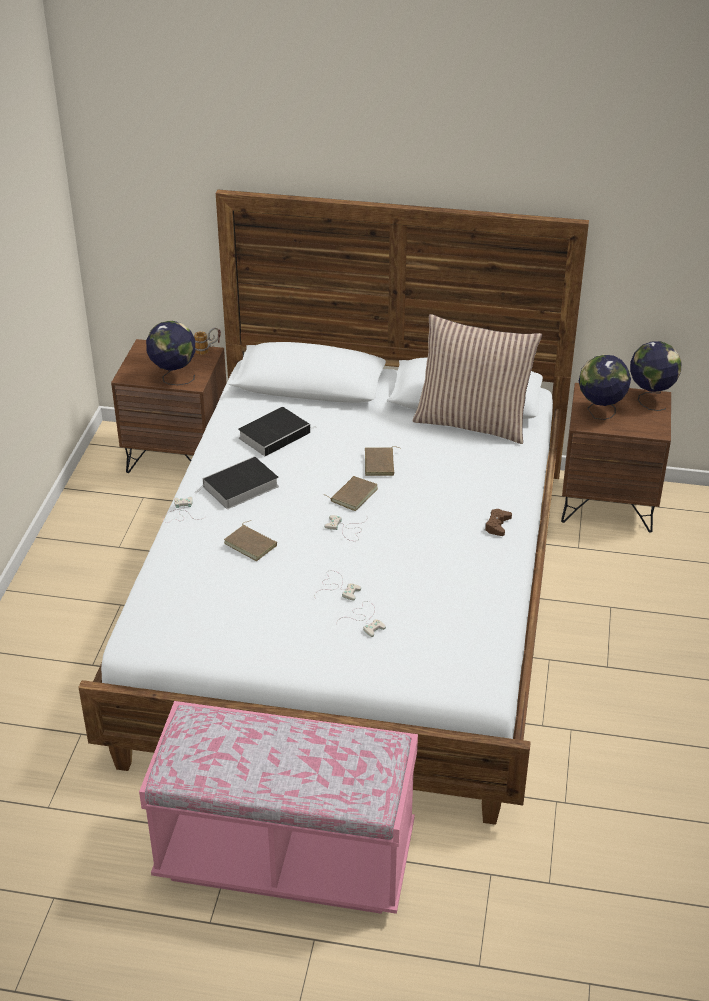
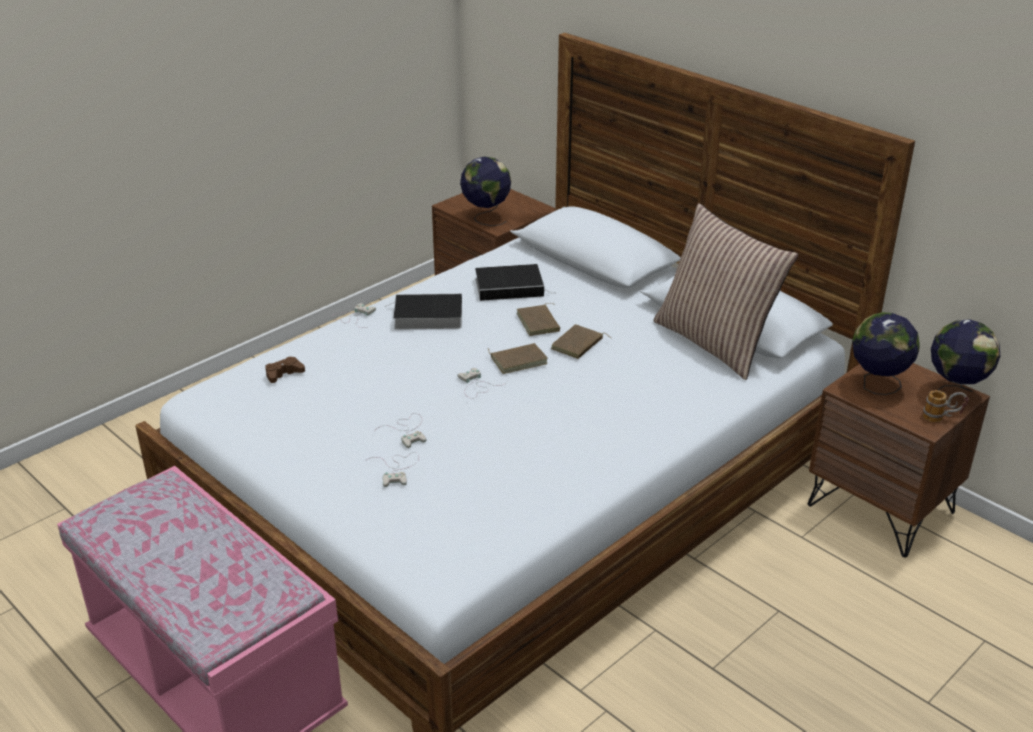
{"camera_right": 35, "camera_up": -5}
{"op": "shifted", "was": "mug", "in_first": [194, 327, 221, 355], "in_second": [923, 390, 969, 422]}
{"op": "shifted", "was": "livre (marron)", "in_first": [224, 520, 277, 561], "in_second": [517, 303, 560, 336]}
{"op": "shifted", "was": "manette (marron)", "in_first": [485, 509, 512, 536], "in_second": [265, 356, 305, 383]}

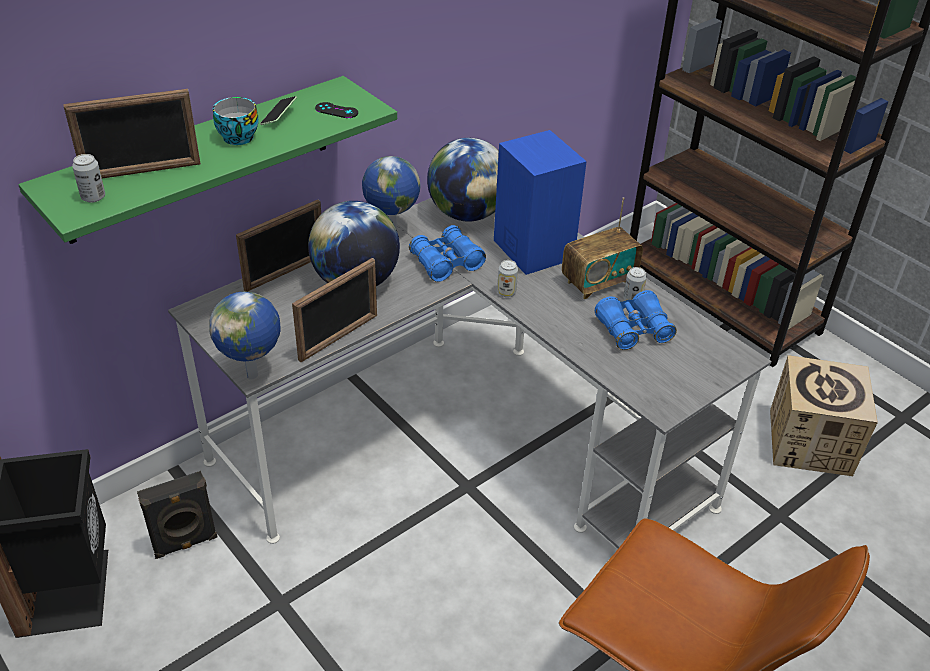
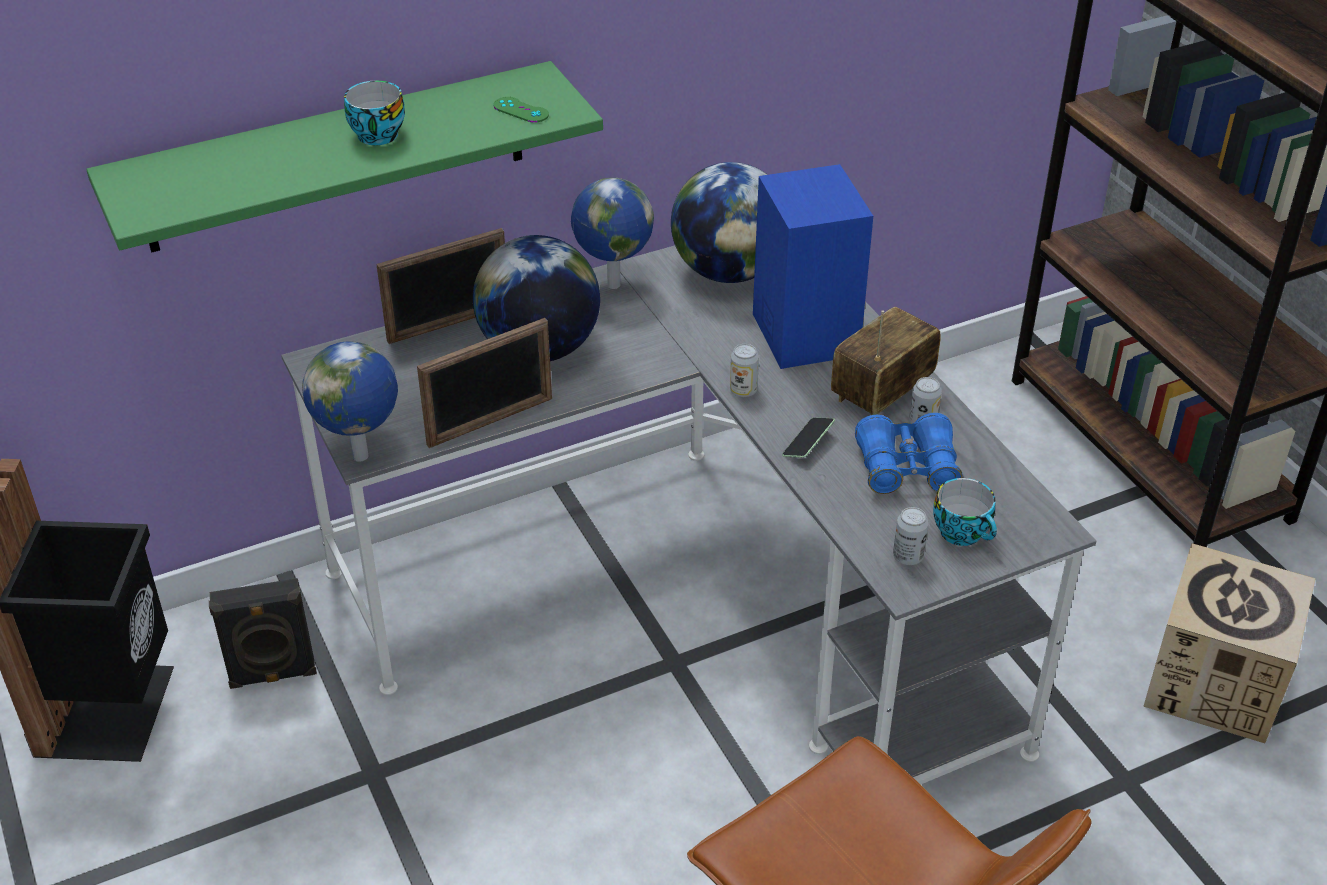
{"camera_right": 15, "camera_up": 0}
{"op": "gone", "was": "cadre photo", "in_first": [63, 89, 201, 178]}
{"op": "shifted", "was": "boîte métallique", "in_first": [72, 154, 105, 203], "in_second": [893, 507, 929, 565]}
{"op": "shifted", "was": "téléphone", "in_first": [260, 96, 297, 125], "in_second": [782, 417, 835, 458]}
{"op": "repainted", "was": "manette (noir)", "now": "manette (vert)", "in_first": [315, 102, 358, 118], "in_second": [493, 97, 549, 123]}
{"op": "gone", "was": "jumelles (bleu)", "in_first": [409, 225, 486, 282]}
{"op": "rotated", "was": "radio", "in_first": [562, 197, 643, 299], "in_second": [831, 307, 941, 415], "clockwise": 150}
{"op": "new", "now": "tasse", "in_second": [933, 478, 997, 546]}

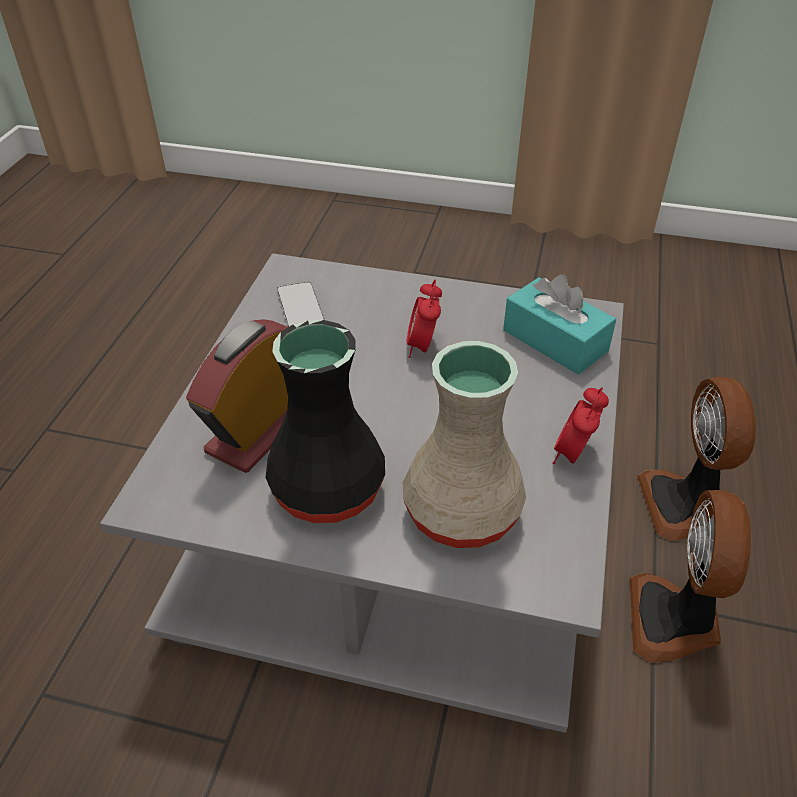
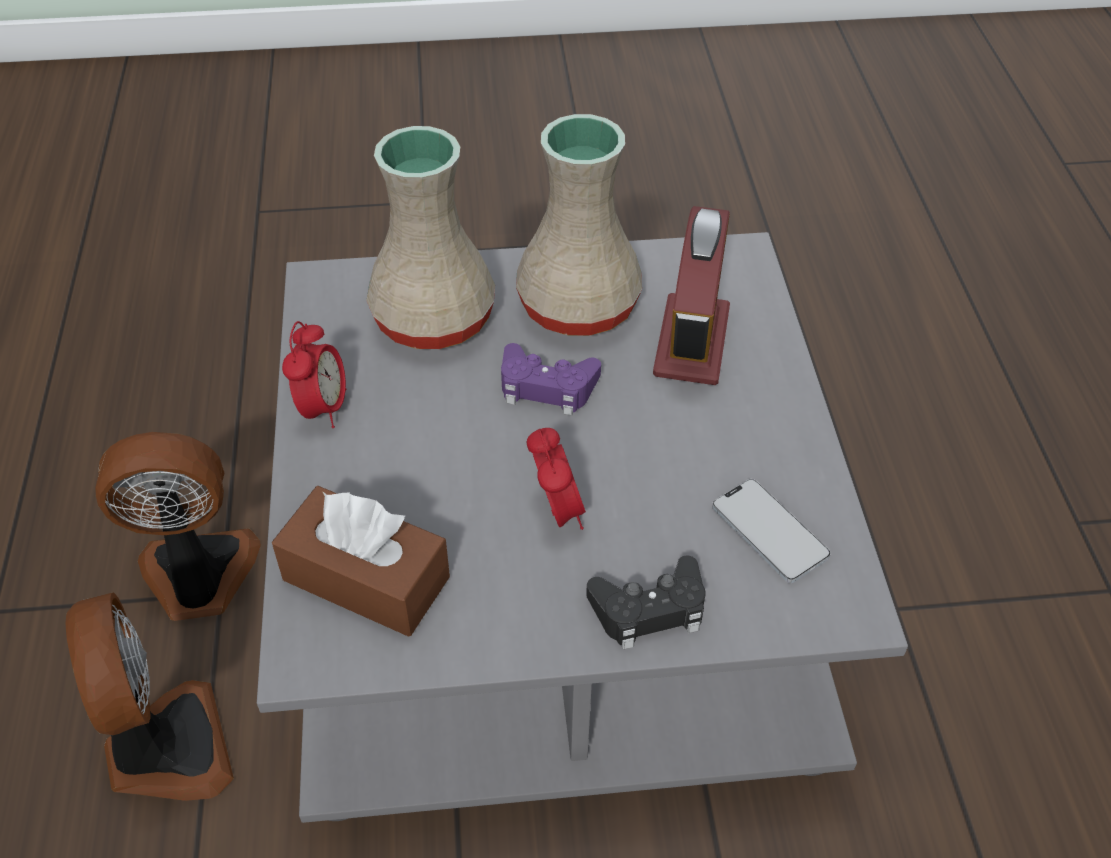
{"camera_right": 160, "camera_up": 5}
{"op": "repainted", "was": "vase (noir)", "now": "vase (beige)", "in_first": [265, 320, 385, 523], "in_second": [516, 114, 642, 336]}
{"op": "repainted", "was": "boîte à mouchoirs (turquoise)", "now": "boîte à mouchoirs (marron)", "in_first": [503, 274, 616, 374], "in_second": [272, 486, 450, 637]}
{"op": "rotated", "was": "ventilateur", "in_first": [630, 490, 751, 663], "in_second": [95, 432, 261, 621], "clockwise": -90}
{"op": "new", "now": "manette (violet)", "in_second": [501, 343, 601, 416]}
{"op": "new", "now": "manette (noir)", "in_second": [586, 556, 706, 649]}

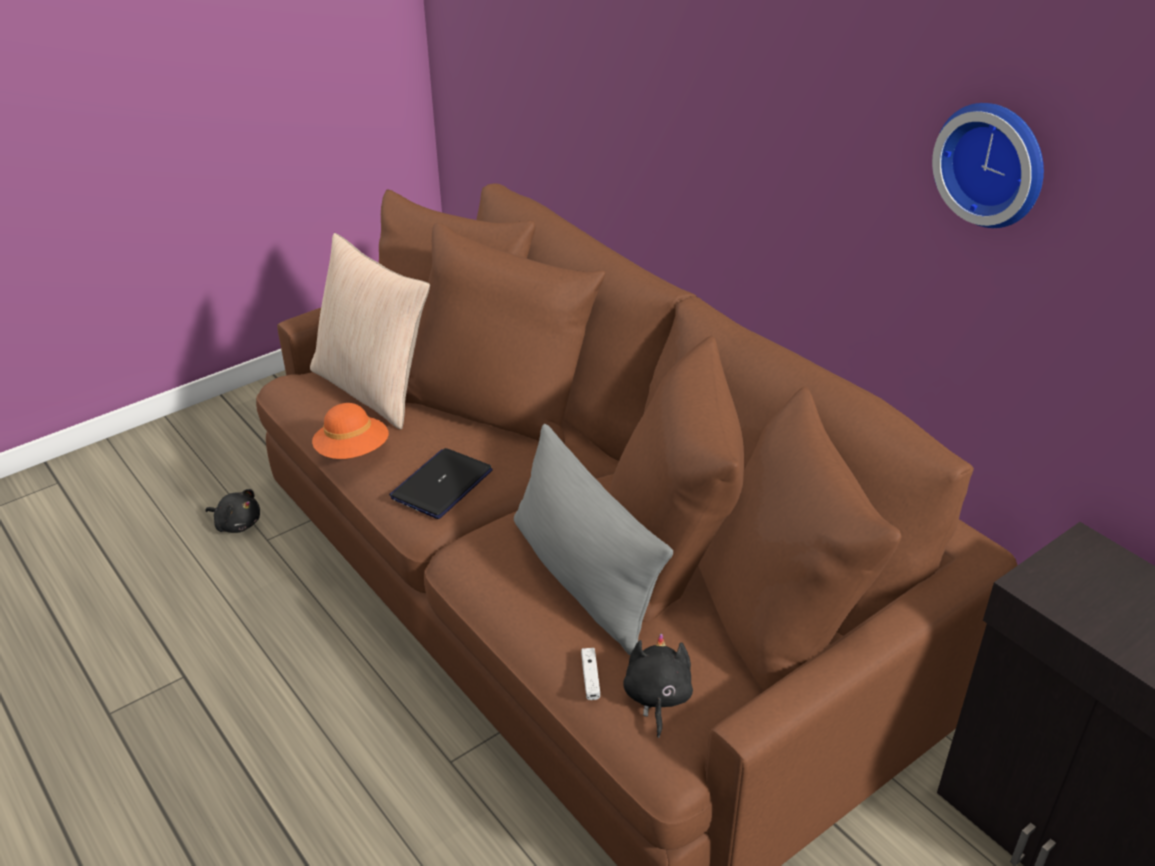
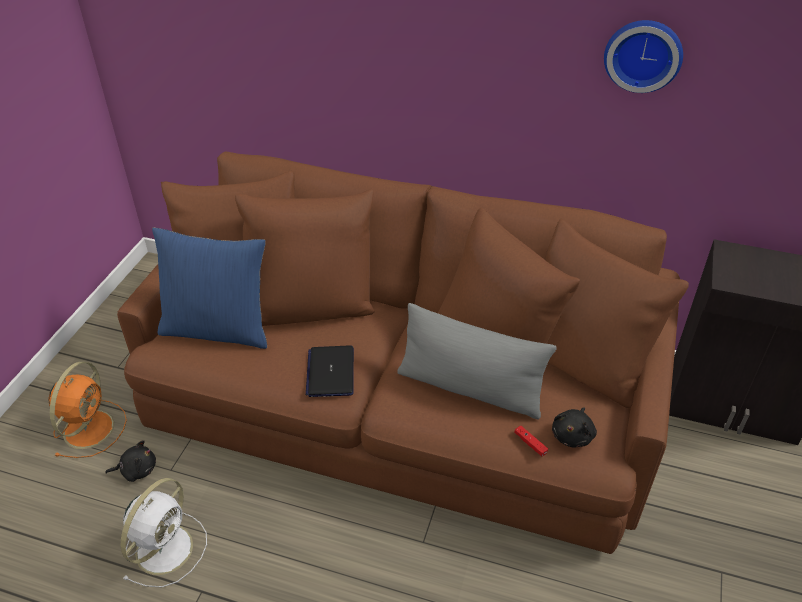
{"camera_right": -35, "camera_up": 5}
{"op": "repainted", "was": "coussin (beige)", "now": "coussin (bleu)", "in_first": [310, 233, 430, 430], "in_second": [152, 227, 267, 349]}
{"op": "gone", "was": "chapeau (orange)", "in_first": [312, 403, 389, 459]}
{"op": "repainted", "was": "manette (blanc)", "now": "manette (rouge)", "in_first": [581, 648, 600, 700], "in_second": [514, 426, 548, 456]}
{"op": "rotated", "was": "peluche (noir)", "in_first": [623, 633, 693, 738], "in_second": [552, 407, 597, 448], "clockwise": -120}
{"op": "new", "now": "ventilateur (orange)", "in_second": [48, 361, 127, 458]}
{"op": "new", "now": "ventilateur (blanc)", "in_second": [121, 478, 207, 587]}

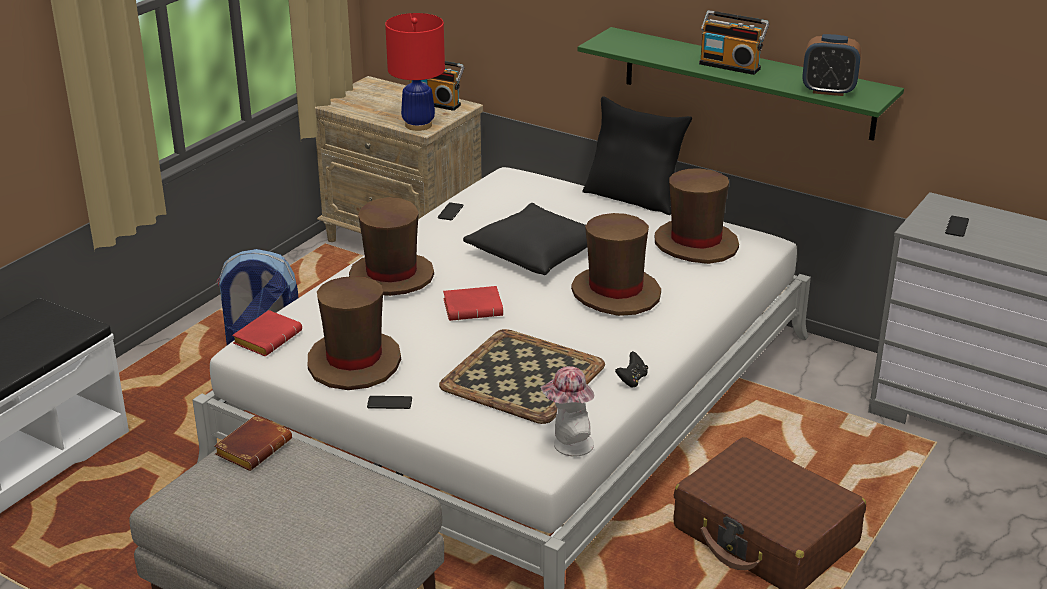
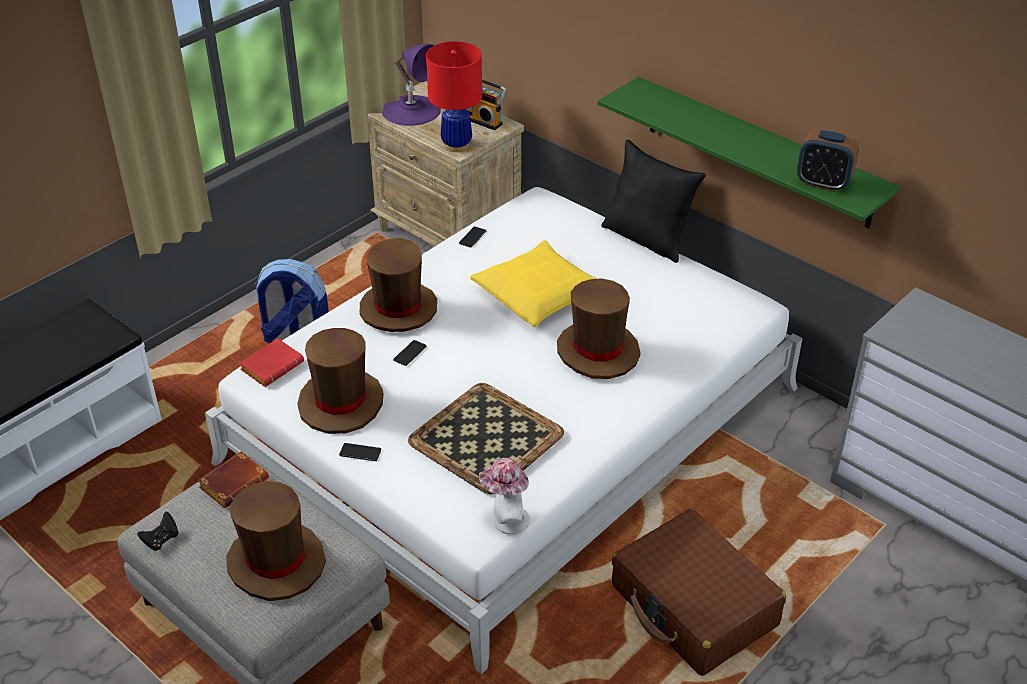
{"camera_right": 10, "camera_up": 10}
{"op": "gone", "was": "livre (rouge)", "in_first": [443, 286, 503, 321]}
{"op": "repainted", "was": "coussin (noir)", "now": "coussin (jaune)", "in_first": [463, 203, 587, 275], "in_second": [470, 240, 597, 327]}
{"op": "shifted", "was": "manette (noir)", "in_first": [615, 351, 648, 388], "in_second": [138, 512, 178, 551]}
{"op": "shifted", "was": "chapeau (marron)", "in_first": [655, 168, 739, 264], "in_second": [226, 481, 326, 601]}
{"op": "gone", "was": "radio", "in_first": [699, 10, 769, 75]}
{"op": "shifted", "was": "téléphone", "in_first": [945, 216, 969, 237], "in_second": [393, 340, 427, 366]}
{"op": "new", "now": "lampe de table (violet)", "in_second": [382, 44, 441, 126]}

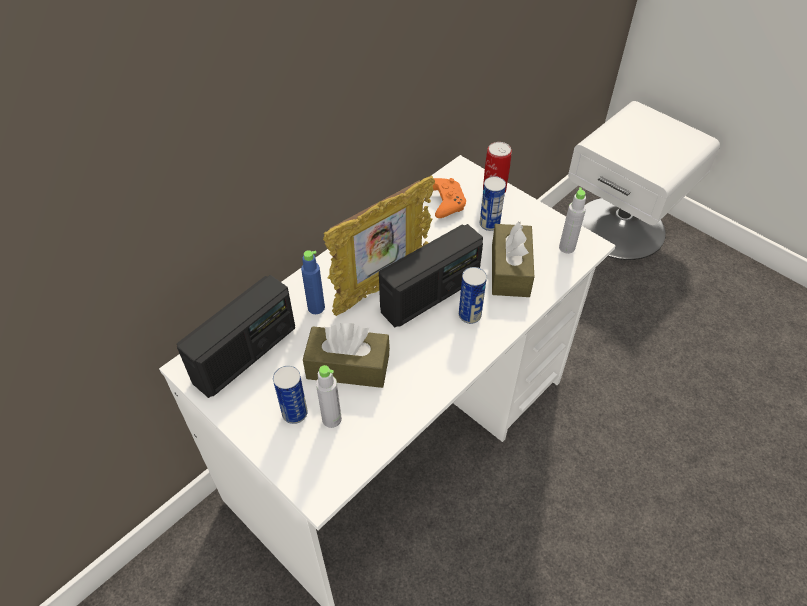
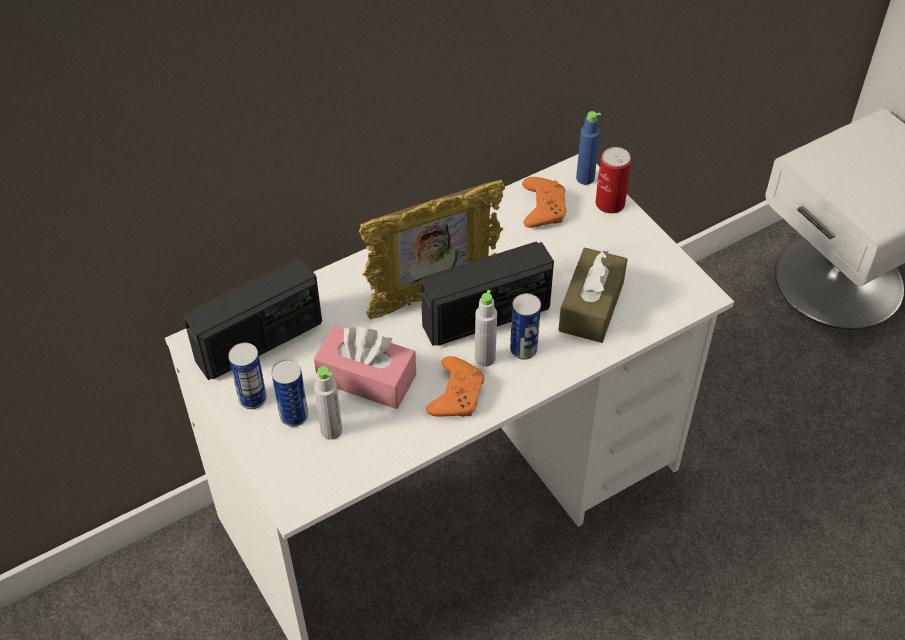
{"camera_right": 15, "camera_up": 0}
{"op": "shifted", "was": "bouteille (bleu)", "in_first": [301, 250, 325, 314], "in_second": [576, 111, 601, 185]}
{"op": "repainted", "was": "boîte à mouchoirs (marron)", "now": "boîte à mouchoirs (rose)", "in_first": [303, 323, 390, 388], "in_second": [314, 325, 416, 409]}
{"op": "shifted", "was": "boîte métallique", "in_first": [480, 176, 506, 231], "in_second": [228, 343, 267, 409]}
{"op": "shifted", "was": "bouteille (gris)", "in_first": [559, 188, 586, 254], "in_second": [475, 290, 497, 367]}
{"op": "new", "now": "manette (orange)", "in_second": [426, 356, 485, 417]}

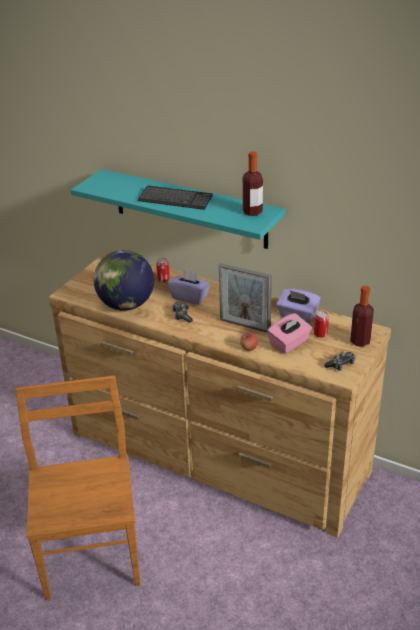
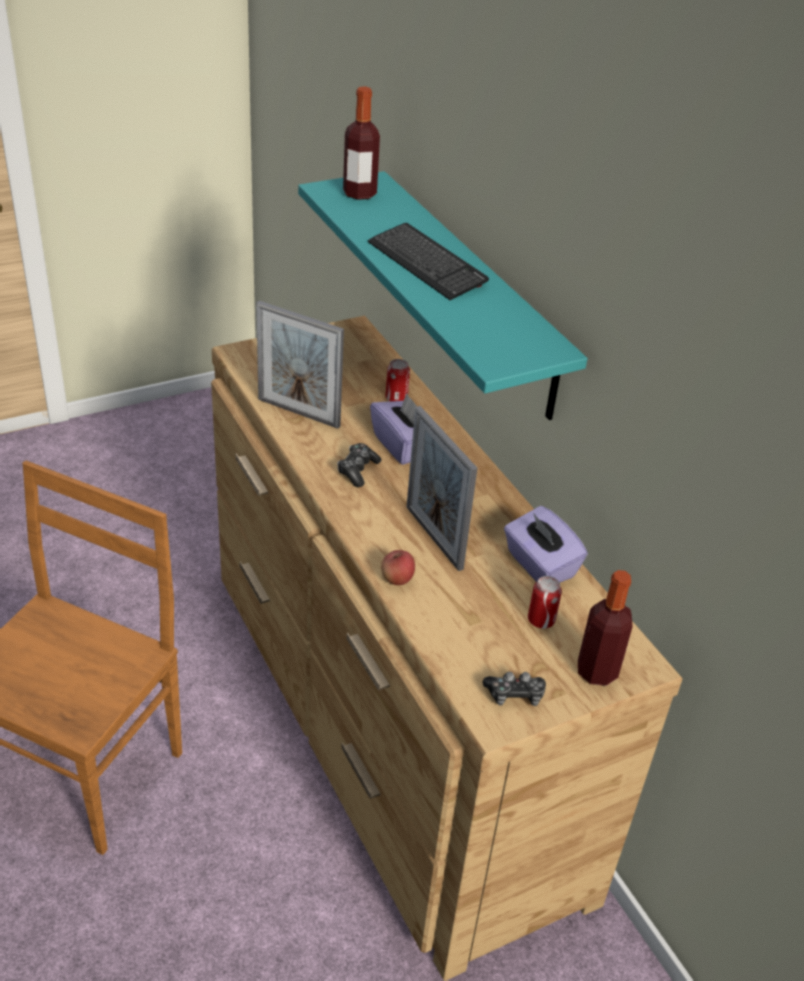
{"camera_right": 30, "camera_up": 5}
{"op": "swapped", "was": "globe", "now": "cadre photo", "in_first": [93, 250, 154, 311], "in_second": [256, 301, 344, 429]}
{"op": "shifted", "was": "bouteille", "in_first": [243, 151, 263, 216], "in_second": [343, 87, 380, 200]}
{"op": "gone", "was": "boîte à mouchoirs (rose)", "in_first": [267, 313, 312, 354]}

